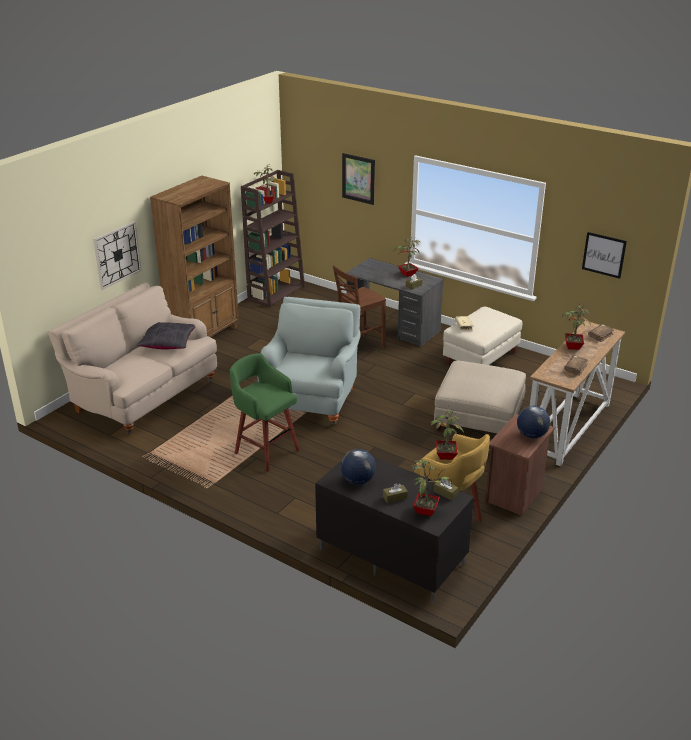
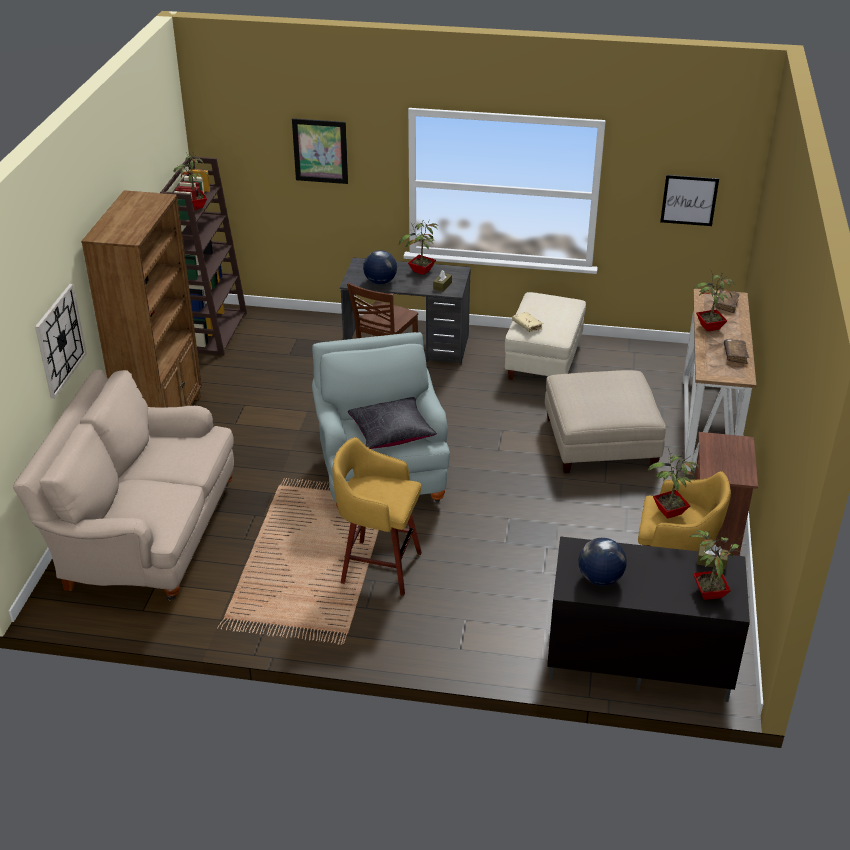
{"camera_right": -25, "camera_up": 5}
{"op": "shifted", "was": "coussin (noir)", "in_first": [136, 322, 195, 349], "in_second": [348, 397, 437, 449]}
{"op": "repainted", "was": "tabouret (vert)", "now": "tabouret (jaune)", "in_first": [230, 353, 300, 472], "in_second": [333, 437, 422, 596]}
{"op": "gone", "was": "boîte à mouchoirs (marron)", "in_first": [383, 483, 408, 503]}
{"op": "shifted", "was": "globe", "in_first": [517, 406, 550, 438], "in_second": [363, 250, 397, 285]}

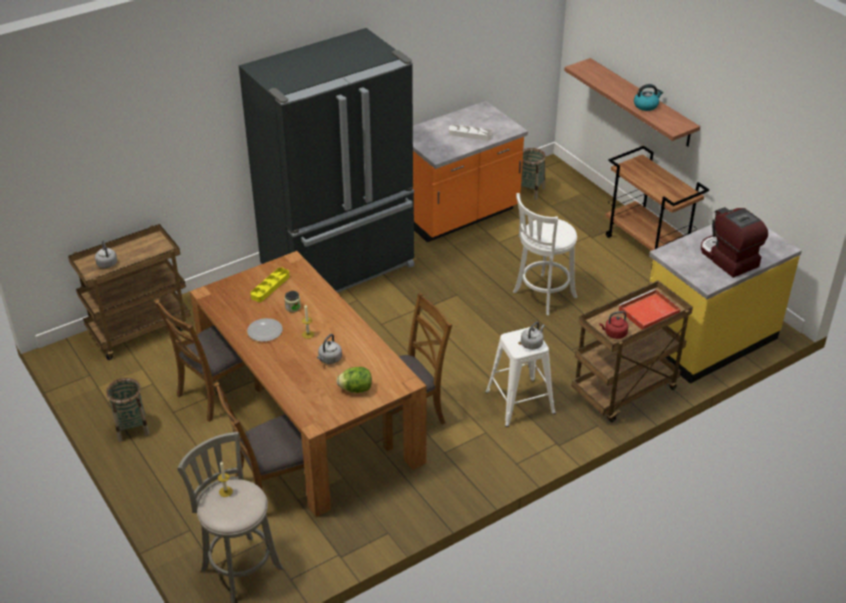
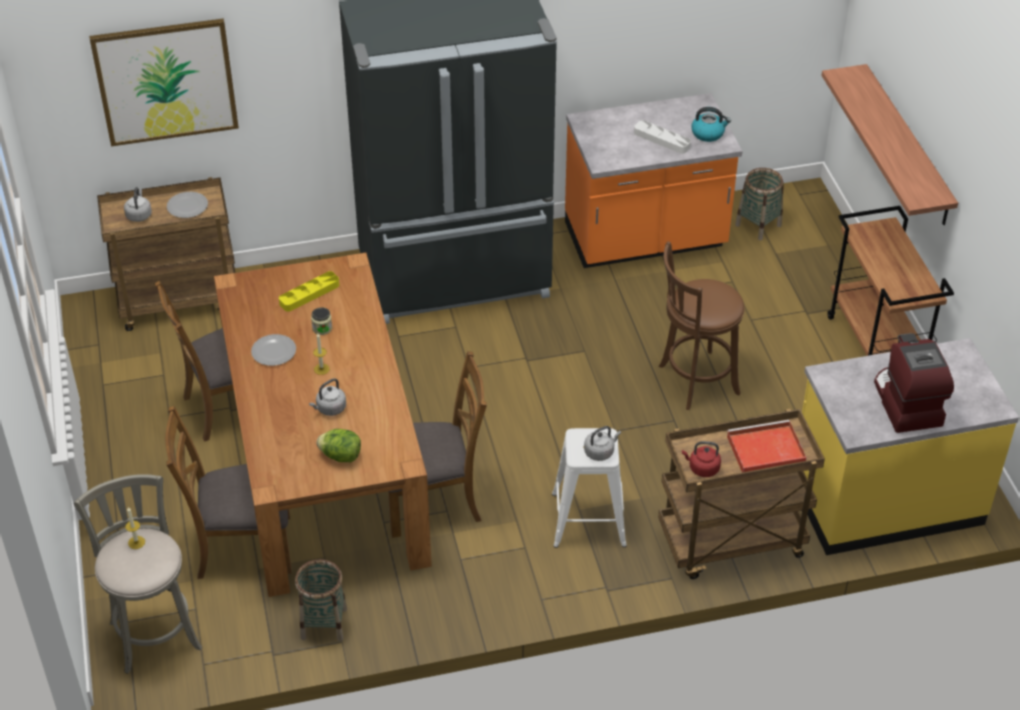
{"camera_right": 20, "camera_up": 5}
{"op": "shifted", "was": "panier", "in_first": [106, 378, 150, 442], "in_second": [295, 559, 347, 641]}
{"op": "repainted", "was": "tabouret (blanc)", "now": "tabouret (marron)", "in_first": [513, 193, 577, 315], "in_second": [659, 241, 745, 410]}
{"op": "shifted", "was": "bouilloire", "in_first": [634, 84, 663, 111], "in_second": [691, 107, 731, 142]}
{"op": "new", "now": "tableau", "in_second": [89, 18, 239, 146]}
{"op": "new", "now": "assiette", "in_second": [167, 192, 208, 218]}

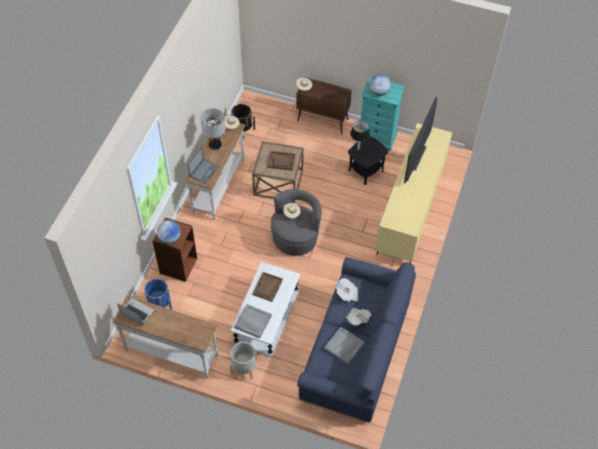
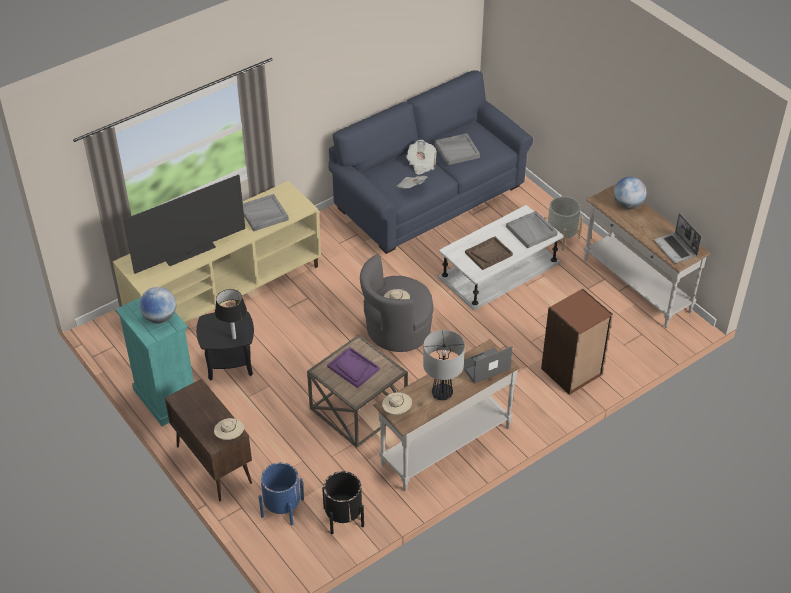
{"camera_right": -145, "camera_up": -10}
{"op": "shifted", "was": "cache-pot (bleu)", "in_first": [144, 278, 172, 310], "in_second": [259, 462, 304, 525]}
{"op": "shifted", "was": "globe", "in_first": [157, 220, 181, 244], "in_second": [614, 177, 646, 209]}
{"op": "repainted", "was": "plateau (marron)", "now": "plateau (violet)", "in_first": [268, 151, 295, 171], "in_second": [327, 347, 380, 388]}
{"op": "new", "now": "plateau (gris)", "in_second": [243, 194, 289, 231]}

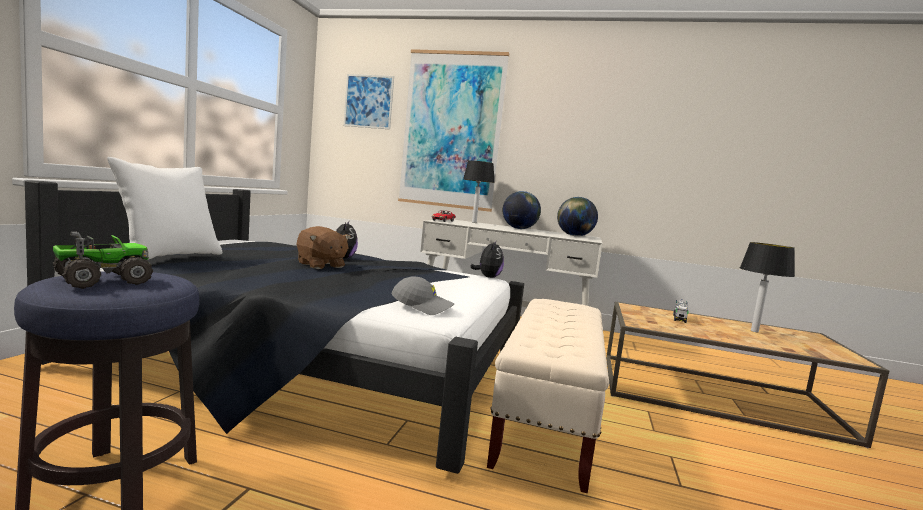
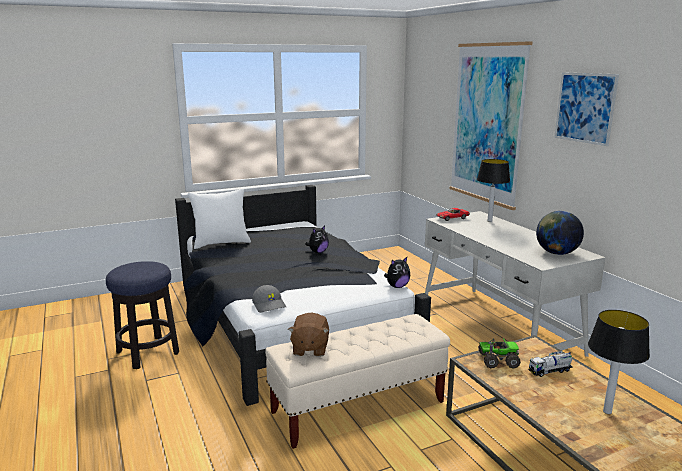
{"camera_right": 50, "camera_up": 10}
{"op": "shifted", "was": "camion jouet", "in_first": [53, 232, 153, 289], "in_second": [478, 338, 521, 369]}
{"op": "shifted", "was": "peluche (marron)", "in_first": [297, 226, 351, 269], "in_second": [288, 312, 329, 357]}
{"op": "shifted", "was": "tableau", "in_first": [344, 74, 394, 129], "in_second": [554, 72, 619, 146]}
{"op": "gone", "was": "globe", "in_first": [502, 191, 541, 229]}

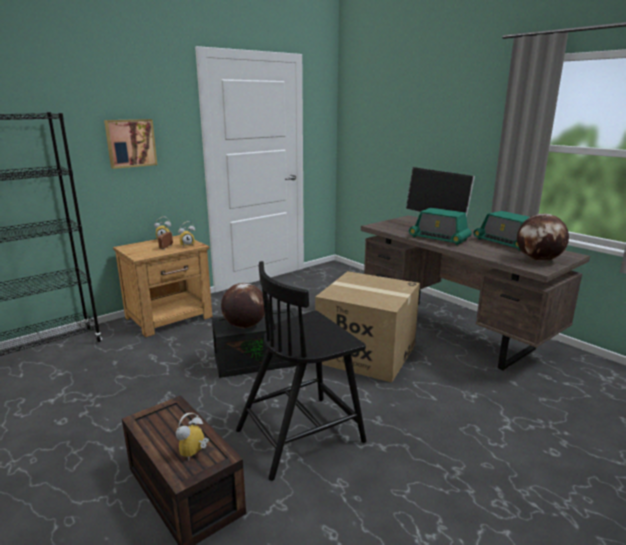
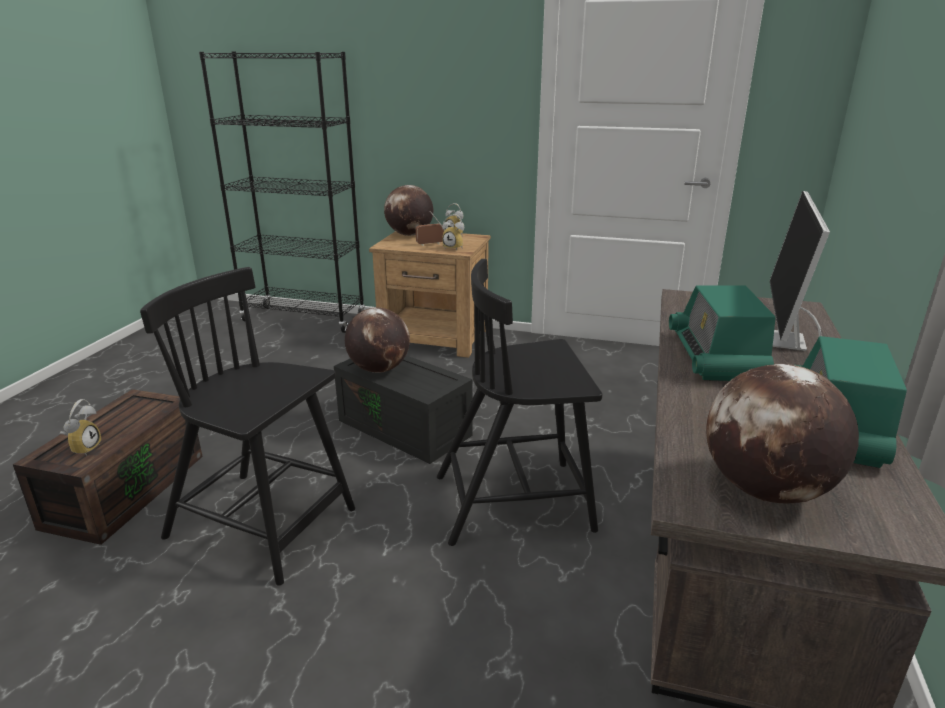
{"camera_right": 55, "camera_up": 5}
{"op": "gone", "was": "tableau", "in_first": [104, 119, 157, 169]}
{"op": "rotated", "was": "réveil", "in_first": [176, 413, 209, 460], "in_second": [60, 399, 101, 456], "clockwise": 105}
{"op": "swapped", "was": "carton", "now": "chaise (noir)", "in_first": [315, 271, 420, 383], "in_second": [437, 259, 602, 546]}
{"op": "new", "now": "globe", "in_second": [384, 185, 433, 236]}

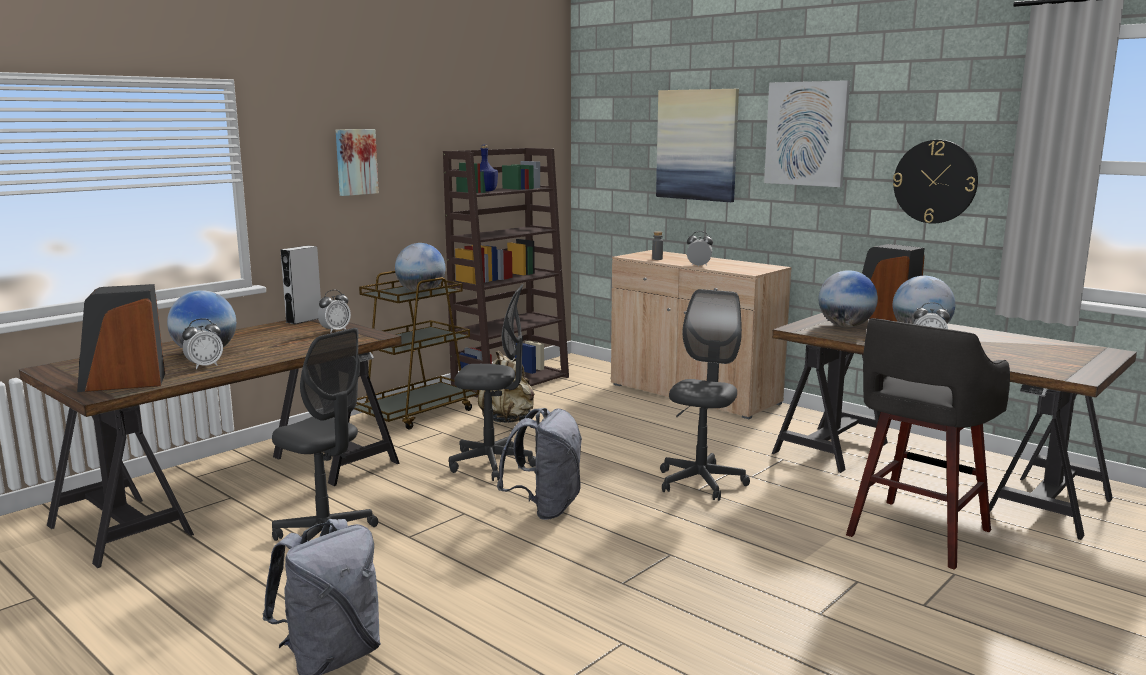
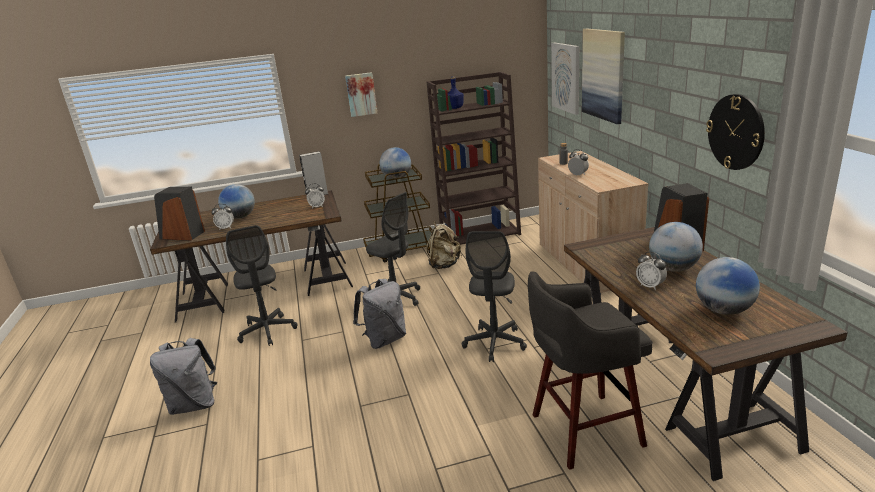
{"camera_right": 35, "camera_up": 10}
{"op": "rotated", "was": "chaise de bureau (gris)", "in_first": [660, 289, 750, 501], "in_second": [462, 231, 527, 362], "clockwise": 135}
{"op": "shifted", "was": "tableau", "in_first": [764, 80, 850, 187], "in_second": [551, 42, 579, 115]}
{"op": "shifted", "was": "globe", "in_first": [819, 270, 878, 327], "in_second": [696, 257, 760, 315]}

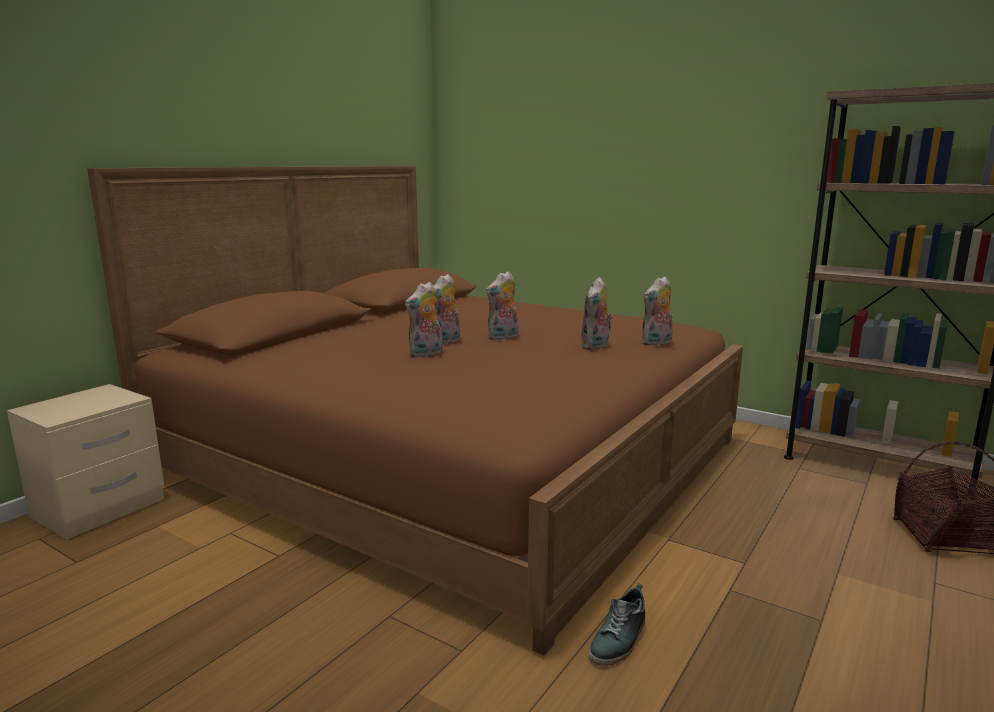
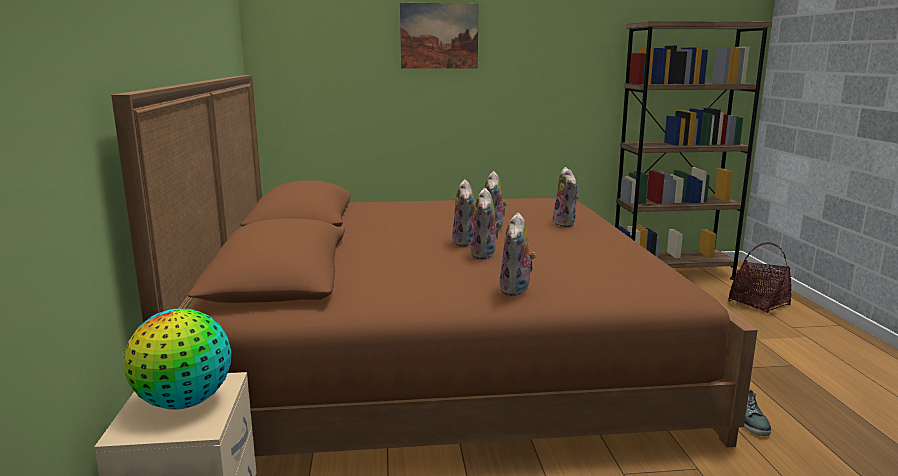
{"camera_right": -40, "camera_up": 0}
{"op": "shifted", "was": "peluche", "in_first": [642, 276, 673, 346], "in_second": [499, 212, 536, 296]}
{"op": "new", "now": "globe", "in_second": [124, 309, 231, 410]}
{"op": "new", "now": "tableau", "in_second": [400, 3, 479, 69]}

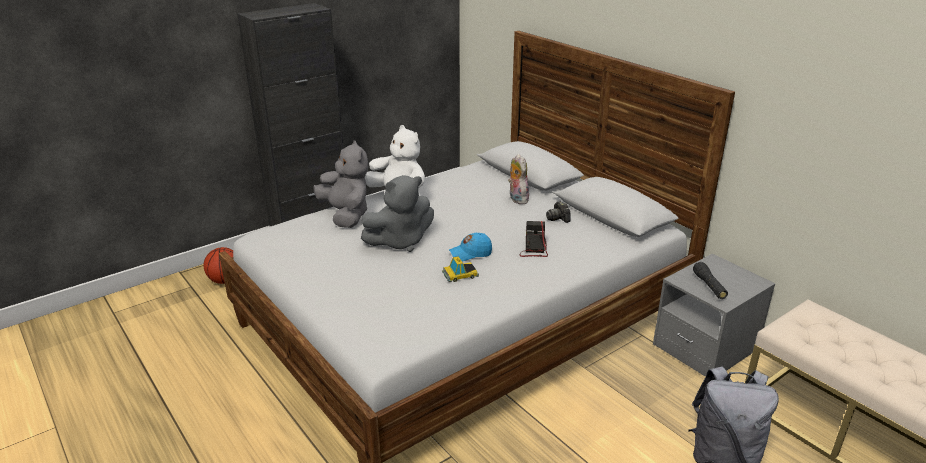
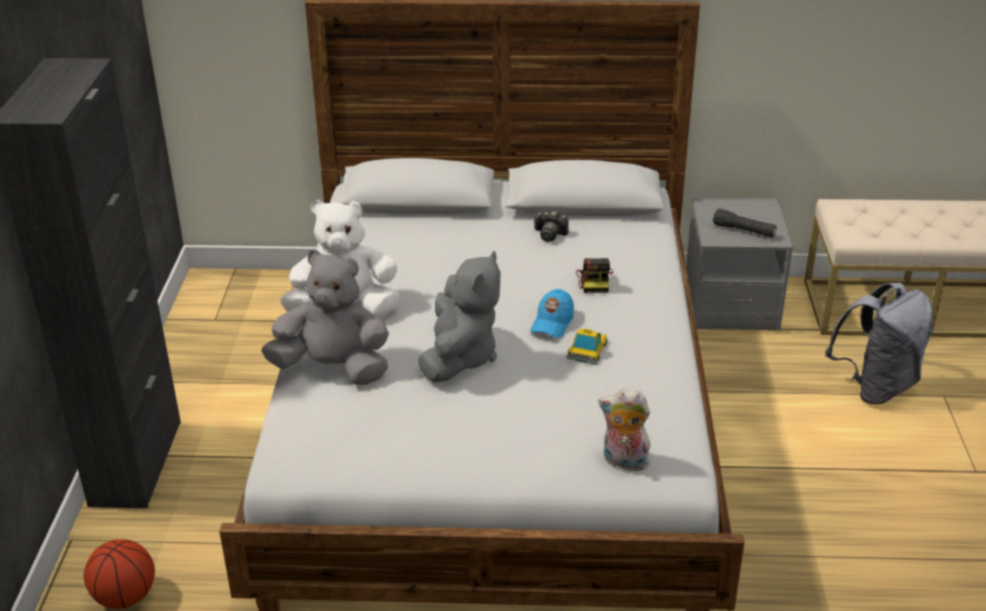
{"camera_right": -50, "camera_up": 5}
{"op": "shifted", "was": "peluche", "in_first": [508, 154, 529, 204], "in_second": [598, 389, 652, 471]}
{"op": "rotated", "was": "appareil photo", "in_first": [520, 221, 548, 257], "in_second": [576, 258, 613, 293], "clockwise": -135}

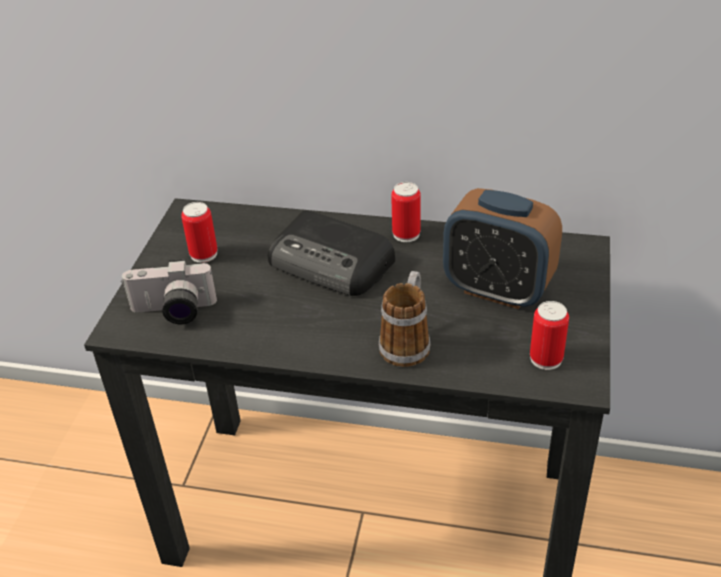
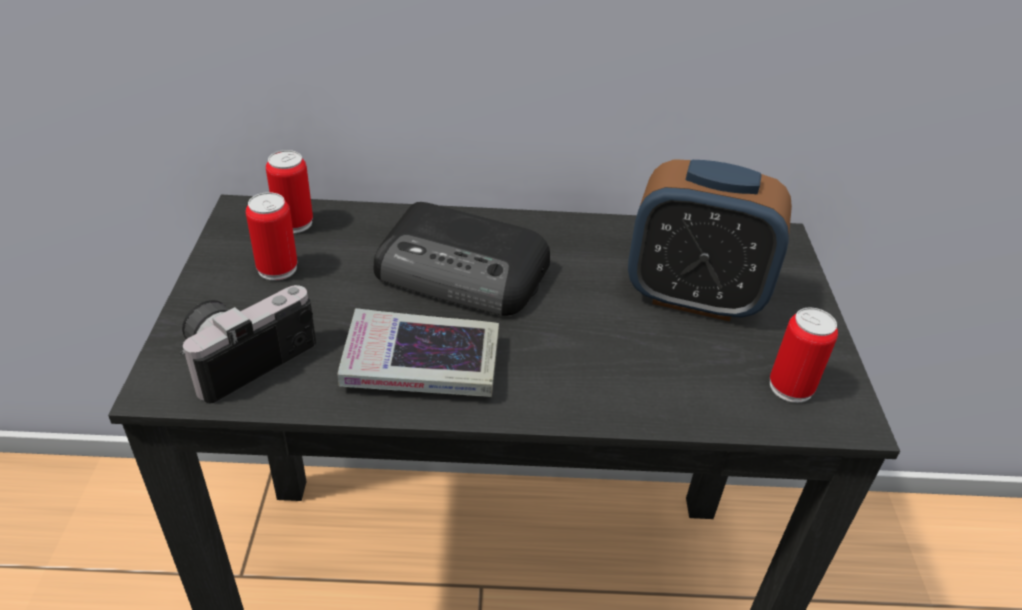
{"camera_right": -15, "camera_up": 0}
{"op": "rotated", "was": "appareil photo", "in_first": [121, 259, 217, 324], "in_second": [180, 285, 316, 403], "clockwise": 150}
{"op": "gone", "was": "mug", "in_first": [379, 271, 430, 367]}
{"op": "shifted", "was": "boîte métallique", "in_first": [391, 182, 421, 242], "in_second": [266, 150, 313, 233]}
{"op": "new", "now": "livre", "in_second": [337, 308, 499, 397]}

